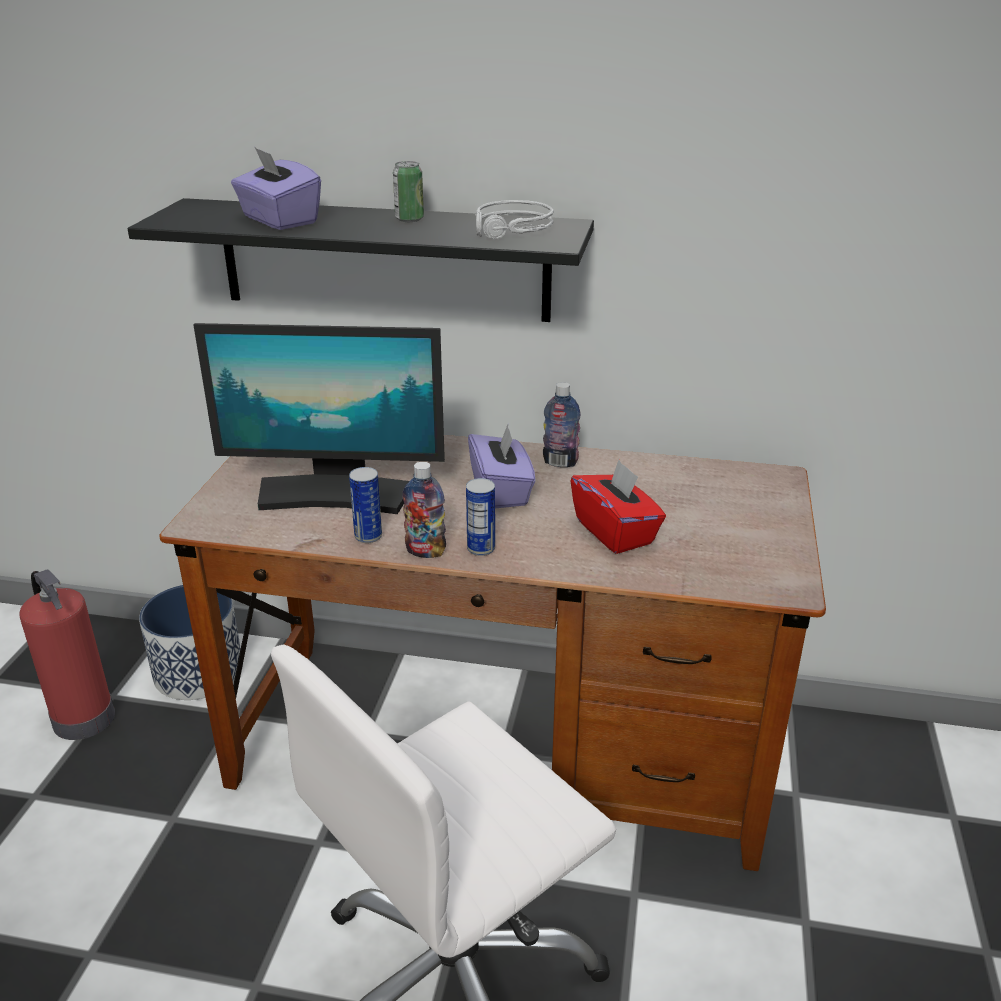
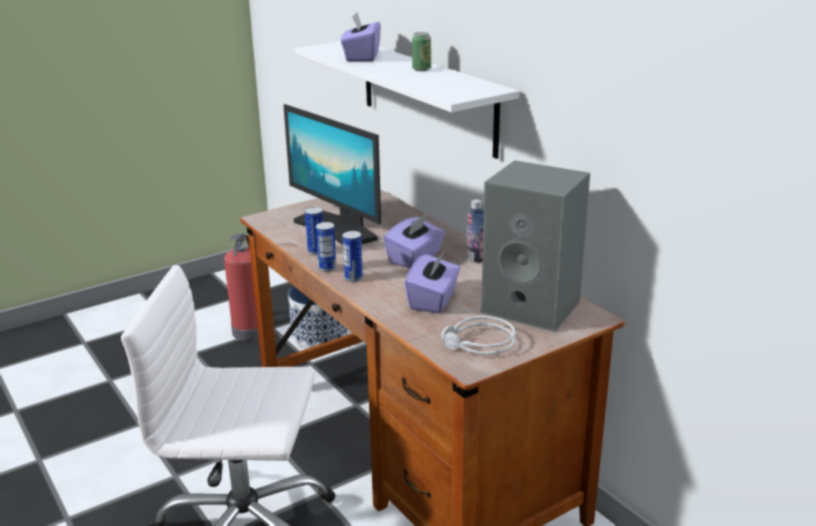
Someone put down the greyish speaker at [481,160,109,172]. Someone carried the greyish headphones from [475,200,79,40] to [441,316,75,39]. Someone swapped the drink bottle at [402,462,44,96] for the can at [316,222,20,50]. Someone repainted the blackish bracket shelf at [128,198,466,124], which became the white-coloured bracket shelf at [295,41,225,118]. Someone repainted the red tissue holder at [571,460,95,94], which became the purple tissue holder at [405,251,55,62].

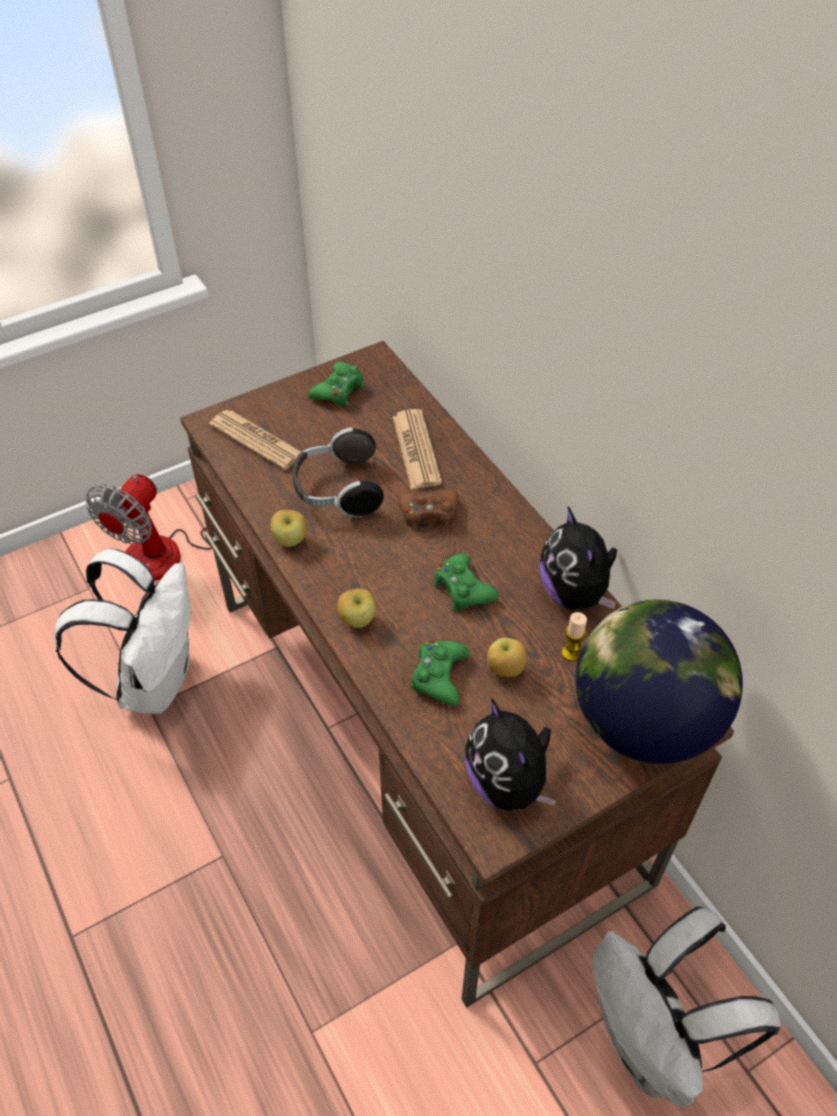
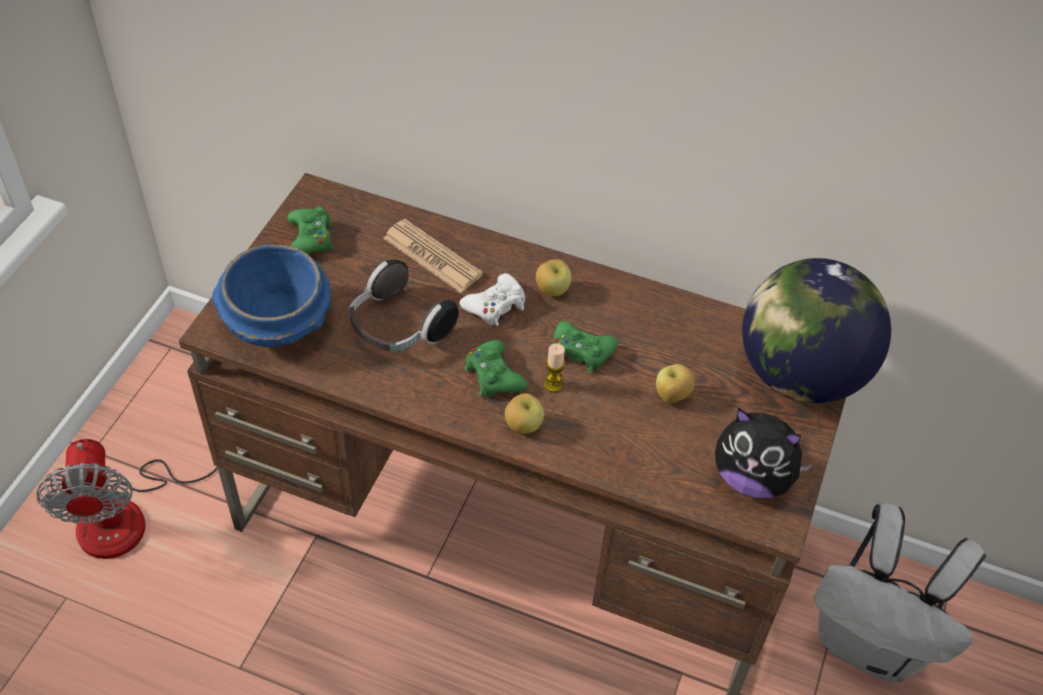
Someone took away the white-coloured backpack at [55,549,136,165]. Someone took away the plush toy at [539,506,78,104]. Someone carried the whole apple from [270,510,37,37] to [536,259,36,37]. Someone carried the greenish game controller from [410,640,60,66] to [464,340,64,57]. Someone carried the wax candle from [562,612,25,49] to [544,344,22,49]. Someone swapped the daily paper at [209,410,92,60] for the blue-coloured deep dish at [212,244,119,103]. Someone repainted the brownish game controller at [398,490,61,40], which became the white-coloured game controller at [459,273,66,54].

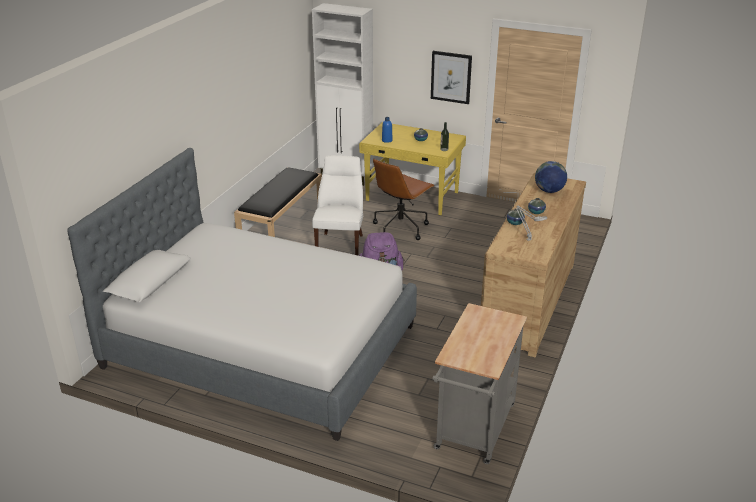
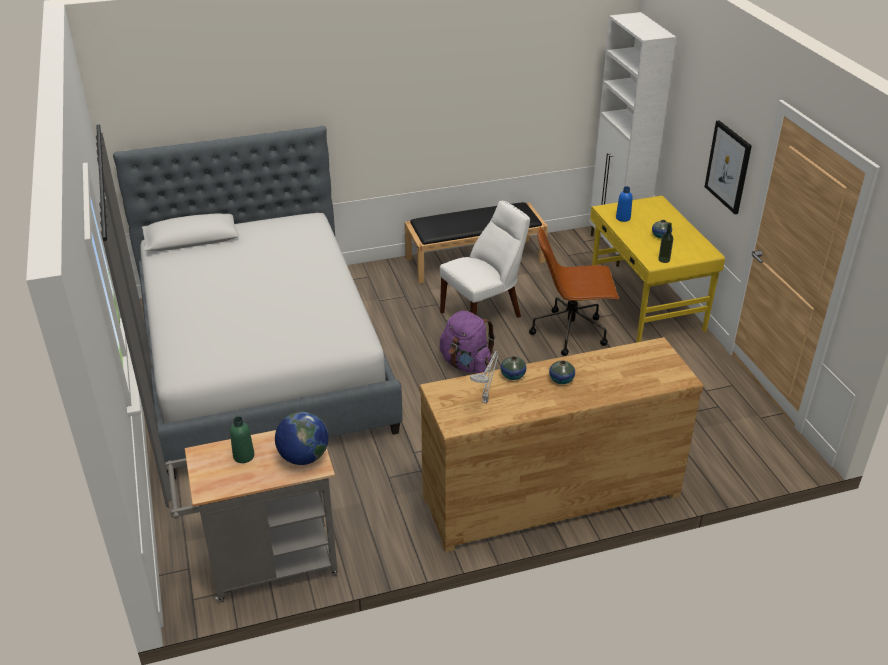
Someone put down the greenish drink bottle at [230,417,24,46]. Someone carried the world globe from [535,161,32,32] to [275,412,53,53].

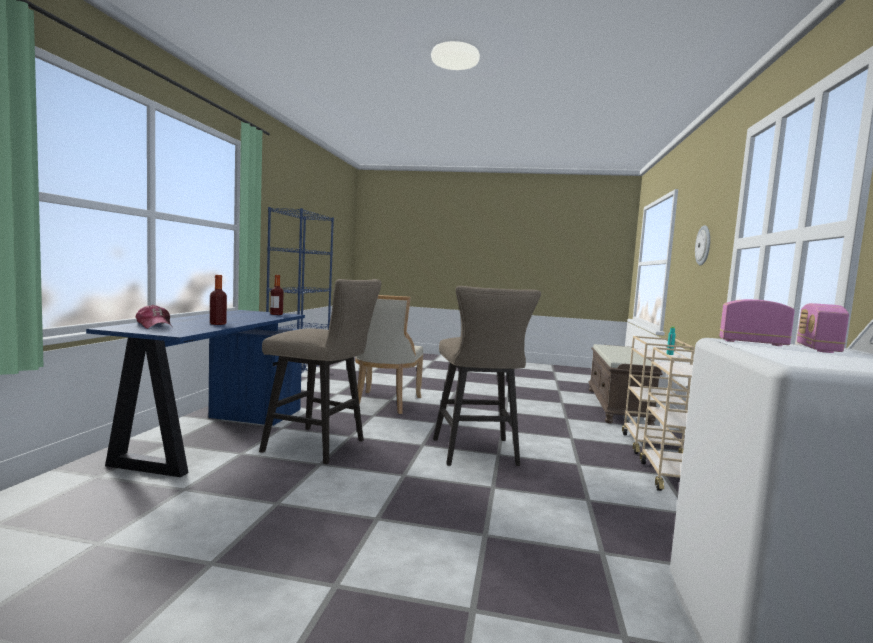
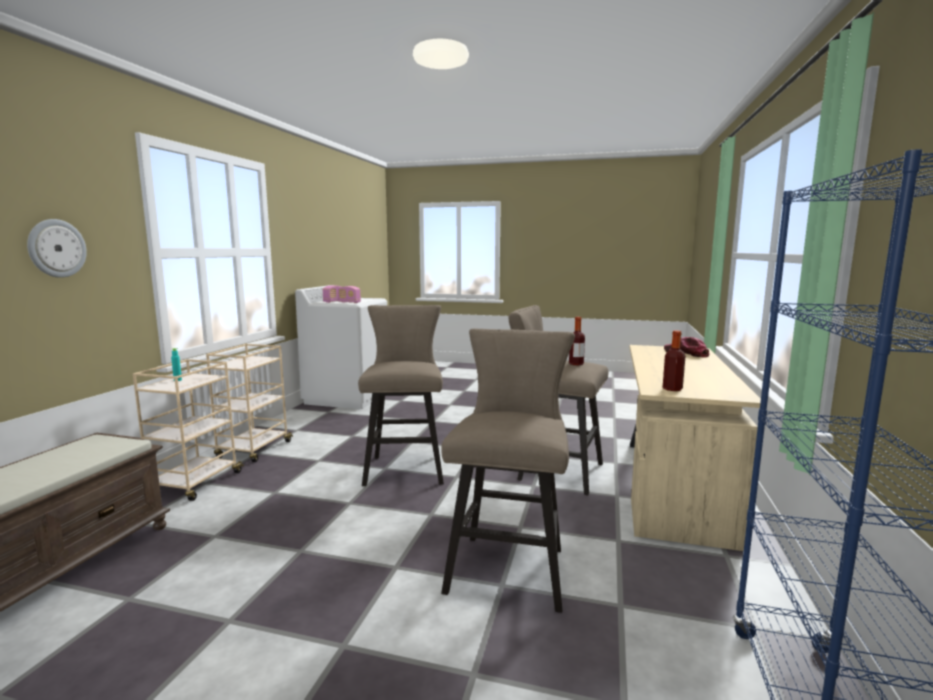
Someone carried the drink bottle from [210,275,17,50] to [569,317,16,48]. Someone swapped the sand-coloured upright chair at [355,295,68,119] for the sand-coloured stool seat at [441,329,134,284]. Someone repainted the blue-coloured desk table at [86,310,219,167], which became the sand-coloured desk table at [629,345,132,206].

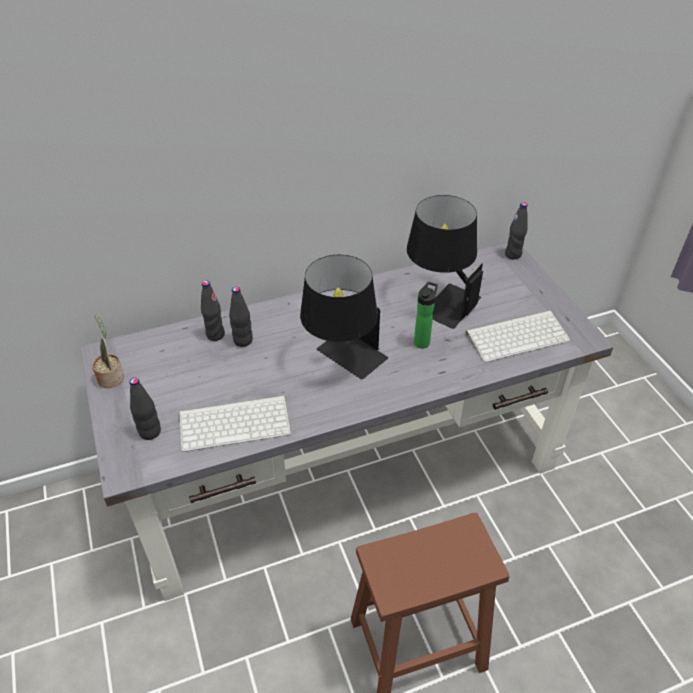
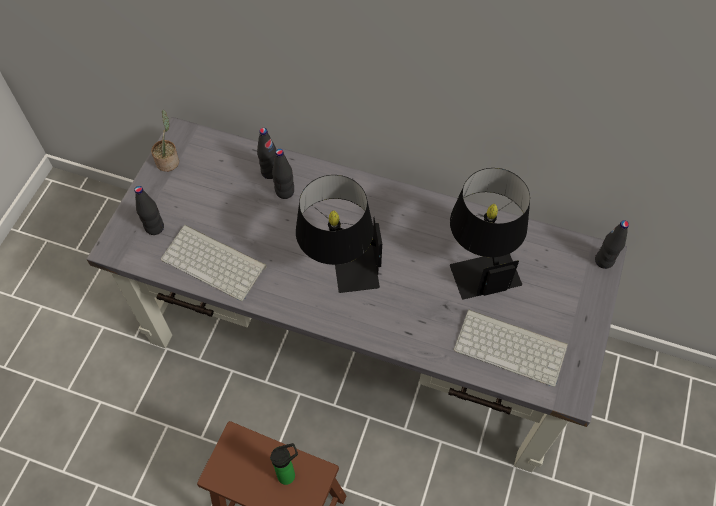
Someone carried the drink bottle from [414,282,24,67] to [270,443,28,42].

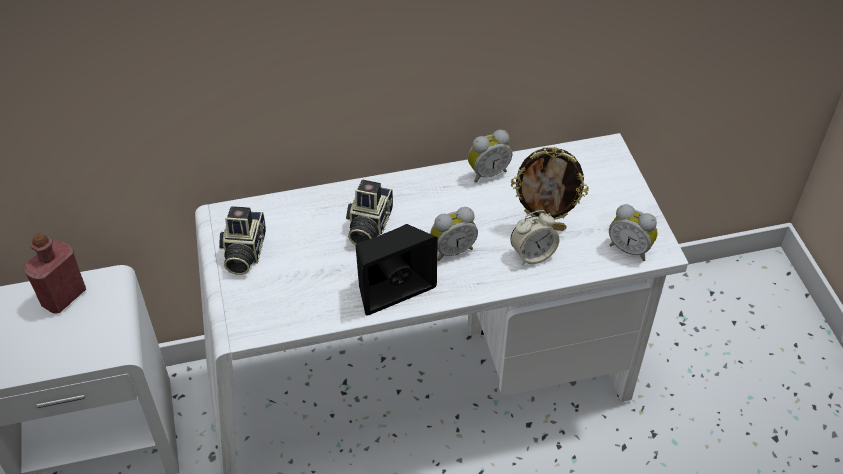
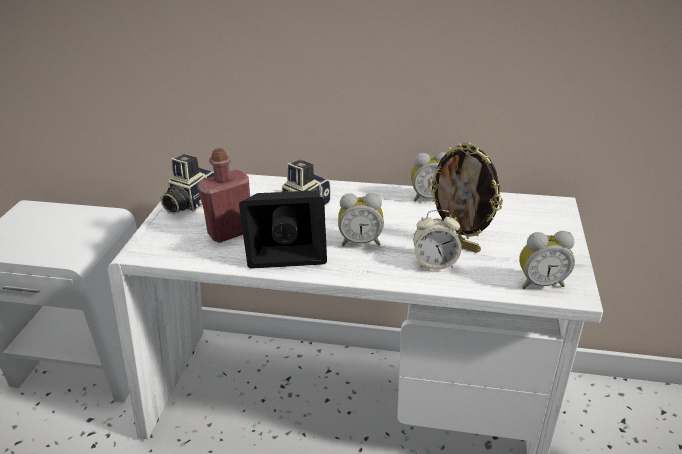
Someone carried the red drink bottle from [23,233,63,80] to [198,148,52,95]. Someone rotated the alarm clock at [609,204,49,57] by 60 degrees counterclockwise.

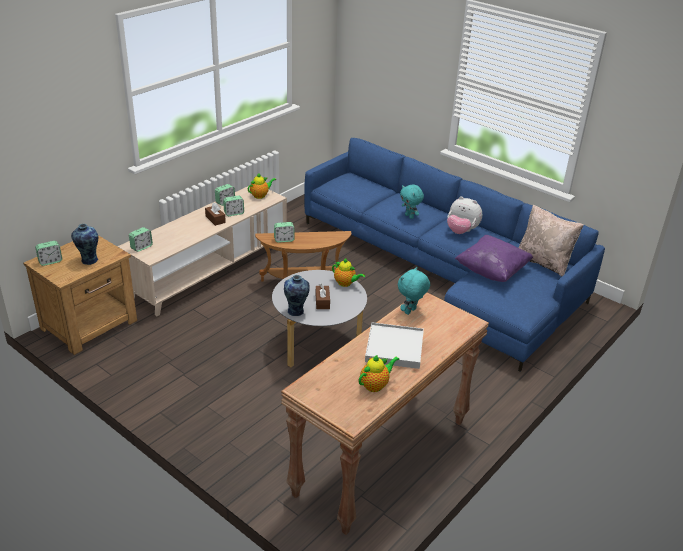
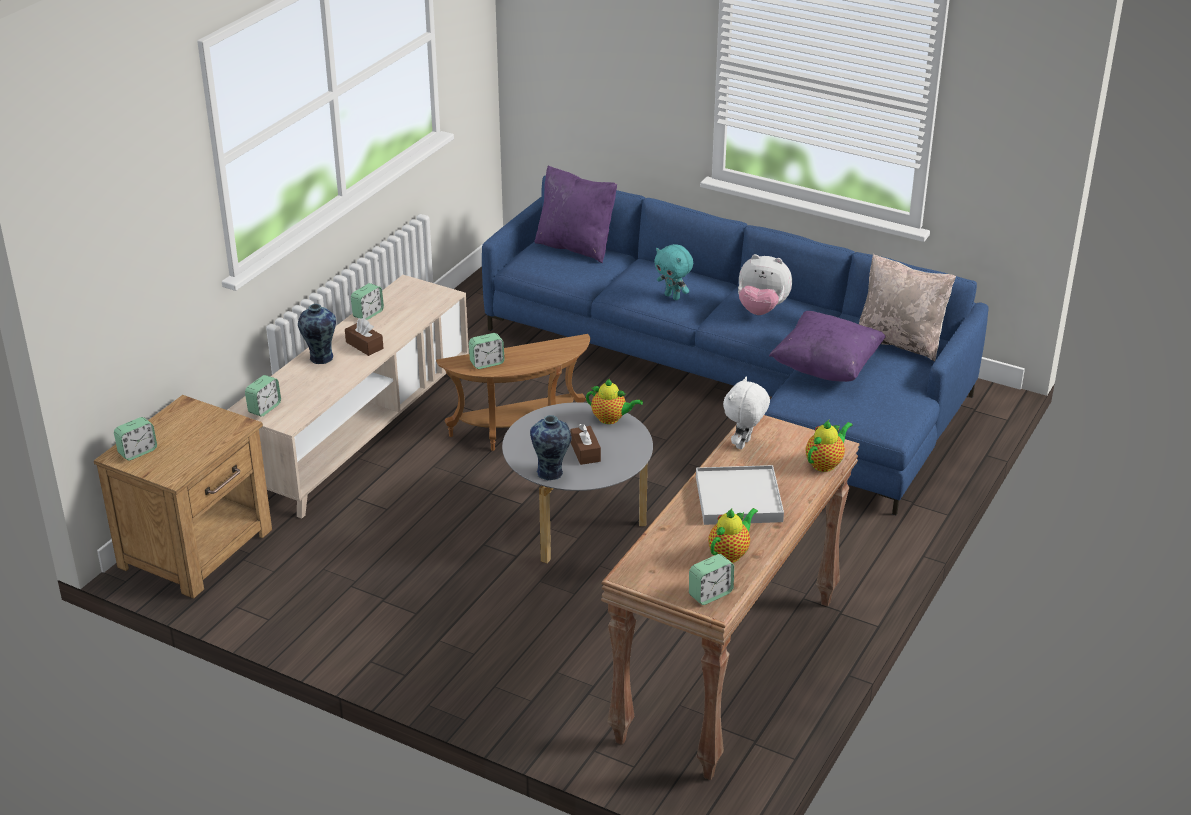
Someone put down the purple pillow at [534,165,83,98]. Someone carried the vase from [71,224,27,41] to [298,304,38,60]. Someone carried the alarm clock from [223,195,21,21] to [689,554,45,51]. Someone carried the teapot from [248,174,28,25] to [806,420,47,52]. Someone repainted the turquoise-coloured plush toy at [398,267,32,48], which became the white-coloured plush toy at [723,377,47,72].

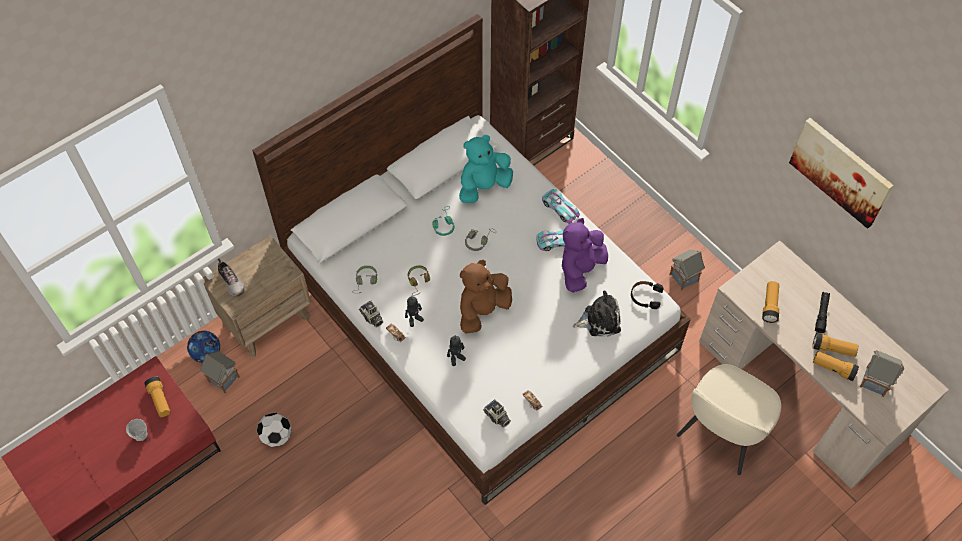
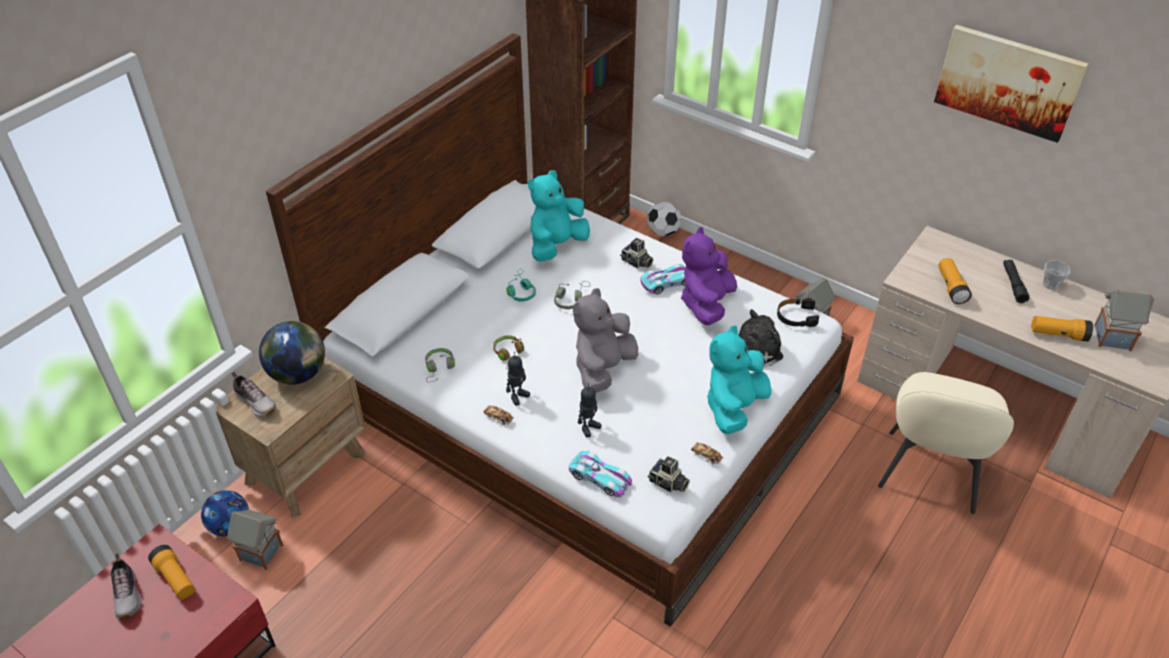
Someone took away the flashlight at [812,333,46,24]. Someone put down the item of footwear at [111,553,31,66]. Someone put down the world globe at [259,321,66,64]. Someone put down the turquoise-coloured plush toy at [707,325,64,109]. Someone carried the cup from [126,419,21,22] to [1043,260,28,30]. Someone carried the football ball from [257,413,35,34] to [647,202,34,34]. Someone carried the still camera from [359,300,24,27] to [620,238,33,30]. Someone carried the miniature car from [542,189,38,35] to [569,451,63,46]. Someone repainted the brownish plush toy at [460,260,52,73], which became the greyish plush toy at [573,288,65,105].

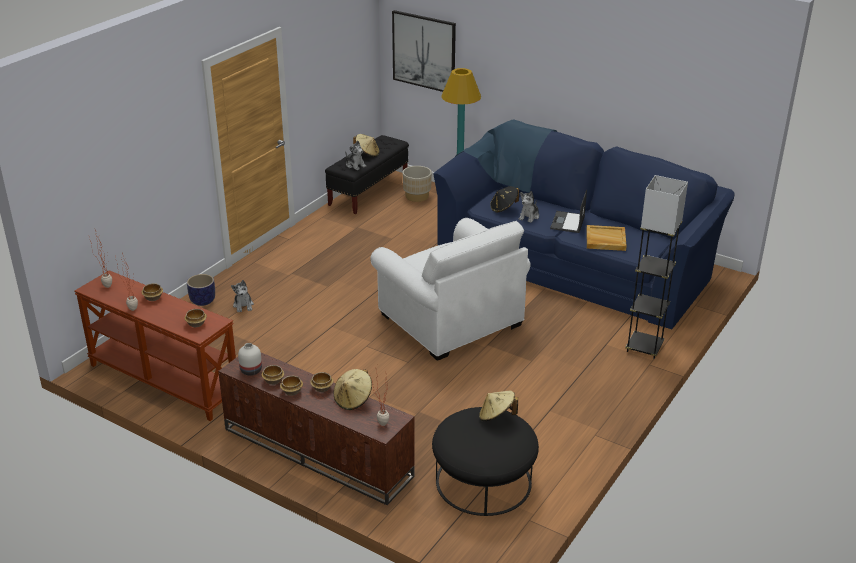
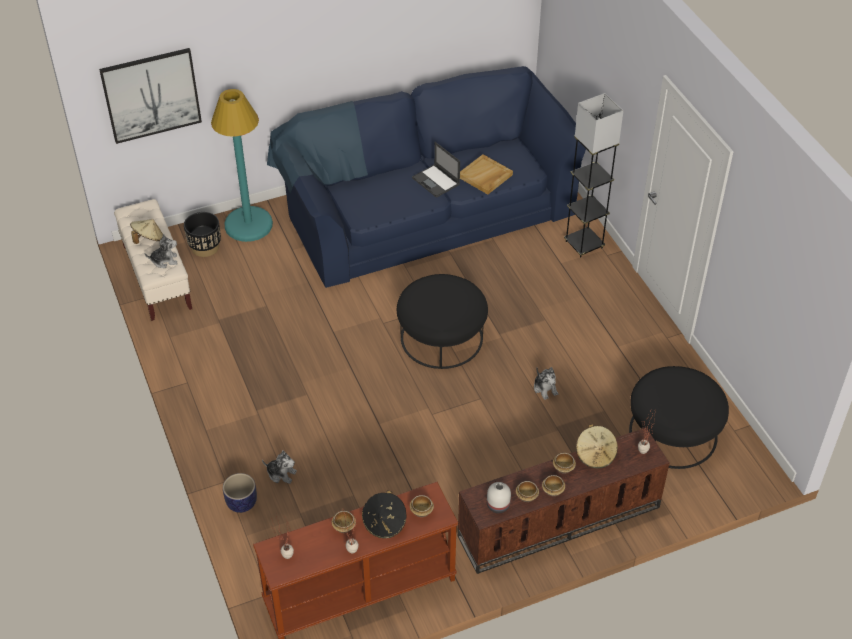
Someone took away the sand-coloured hat at [479,391,39,30]. Someone carried the blackish hat from [490,186,29,26] to [362,491,44,47]. Someone carried the plush toy from [519,191,20,32] to [534,367,24,33]. Someone swapped the white-coloured armchair at [370,218,161,143] for the blackish pouffe at [397,274,91,95]. Someone repainted the blackish indoor bench at [325,135,84,79], which became the sand-coloured indoor bench at [114,199,78,122]. Someone repainted the sand-coloured plant pot at [403,166,29,36], which became the blackish plant pot at [184,212,37,45].

